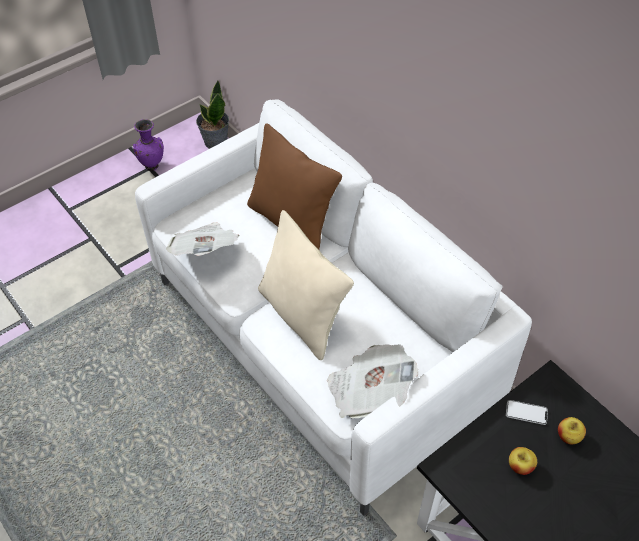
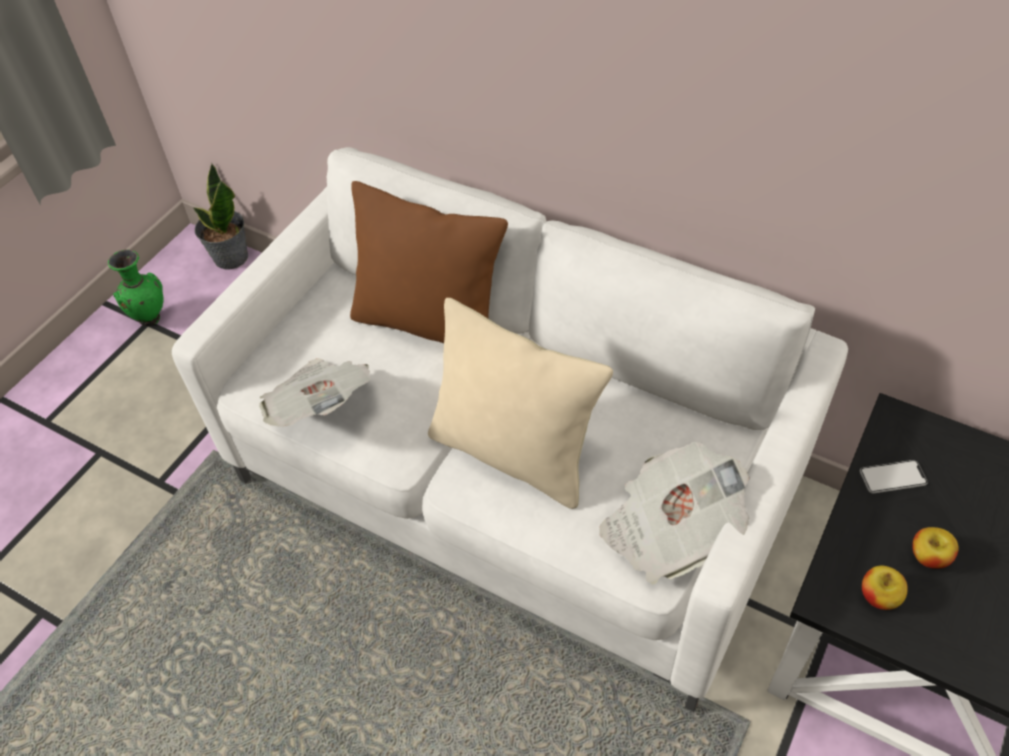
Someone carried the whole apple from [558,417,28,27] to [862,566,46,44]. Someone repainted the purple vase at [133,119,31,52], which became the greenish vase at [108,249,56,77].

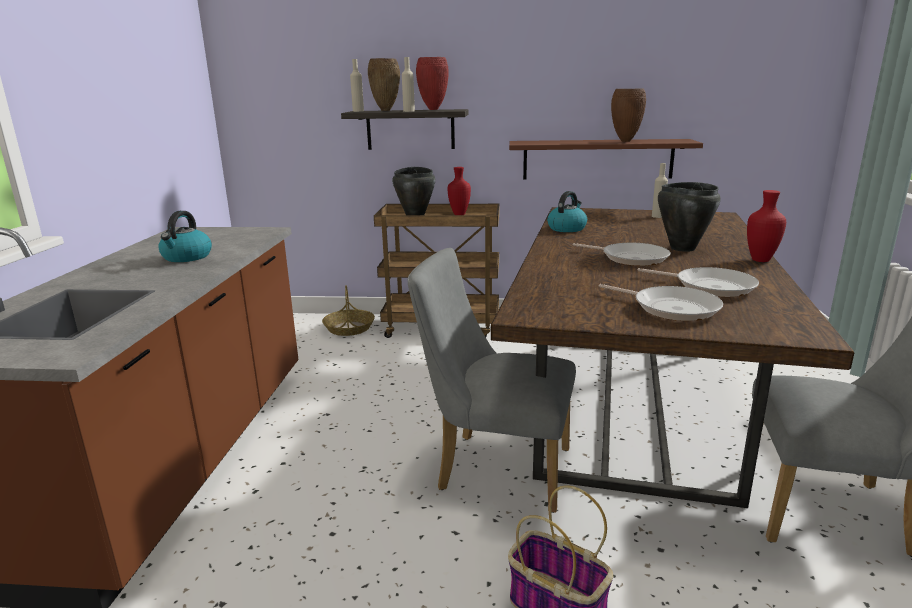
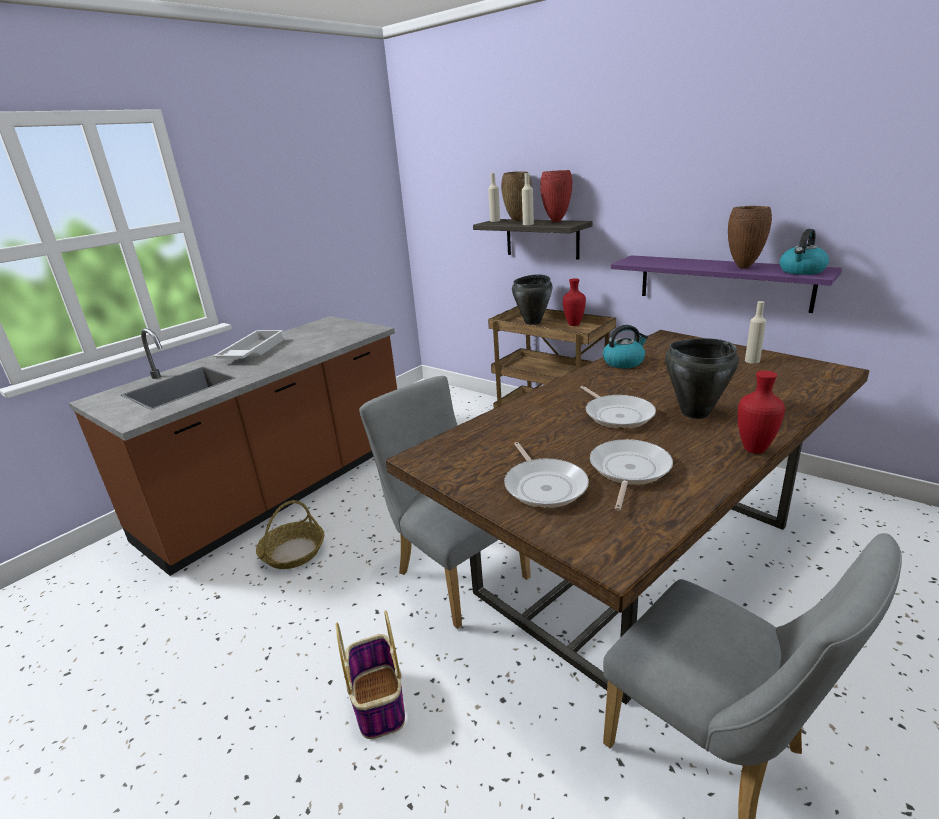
Someone put down the white-coloured tray at [213,330,70,29]. Someone carried the kettle from [158,211,54,51] to [780,229,49,46]. Someone carried the household basket from [322,285,53,51] to [256,500,68,69]. Someone repainted the brownish bracket shelf at [509,139,194,40], which became the purple bracket shelf at [611,255,231,58]. Someone rotated the skillet at [638,267,121,30] by 135 degrees counterclockwise.

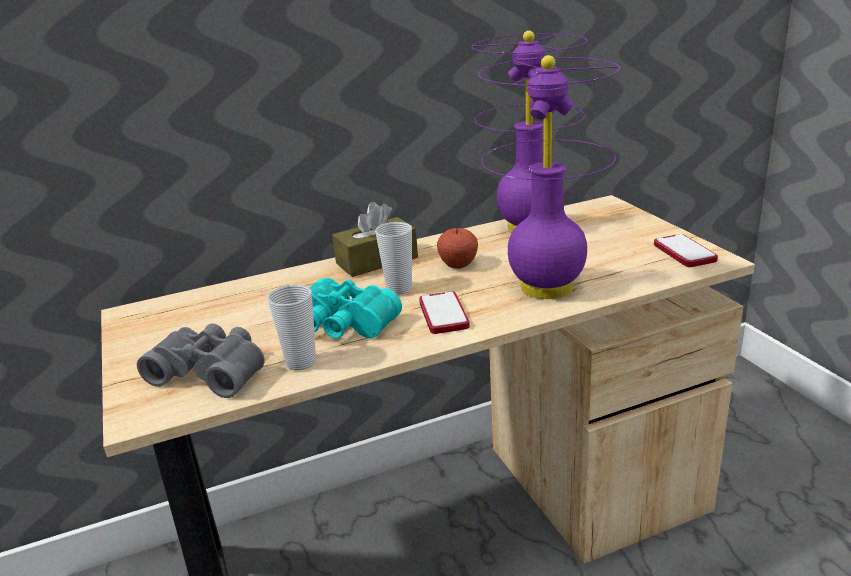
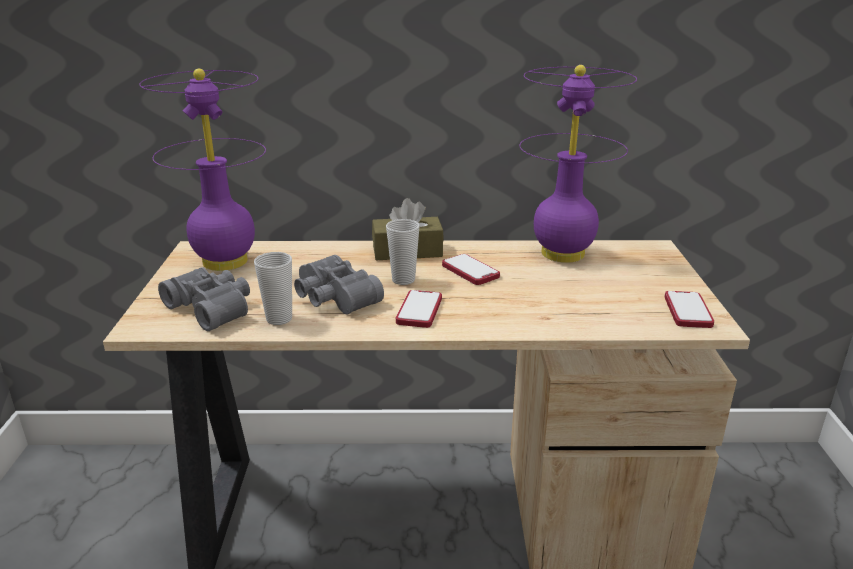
Someone carried the purple tabletop lamp from [478,55,142,244] to [139,69,127,202]. Someone swapped the whole apple at [437,228,41,41] for the telephone at [442,254,58,31]. Someone repainted the turquoise-coloured field glasses at [310,278,92,60], which became the greyish field glasses at [294,255,90,59].

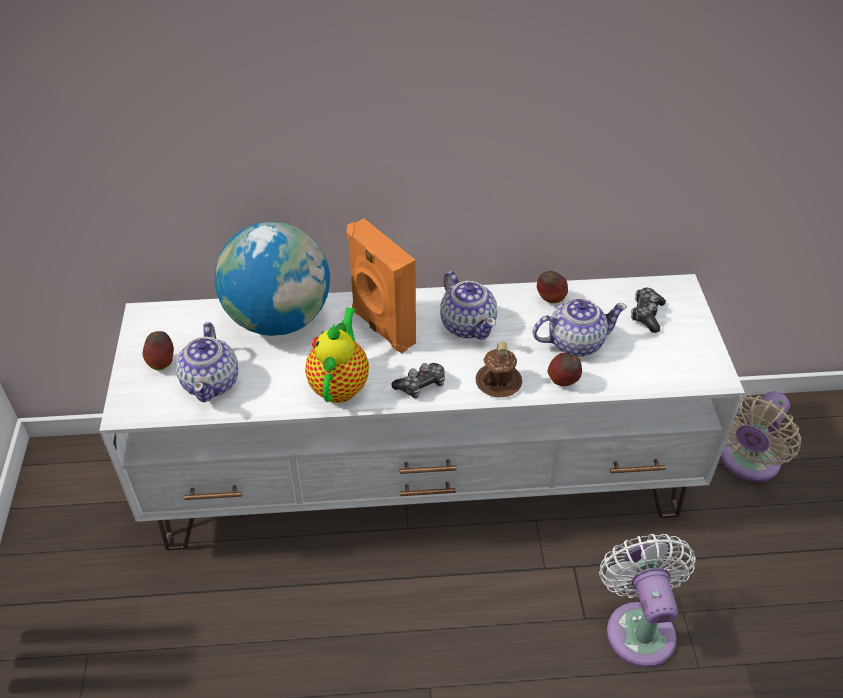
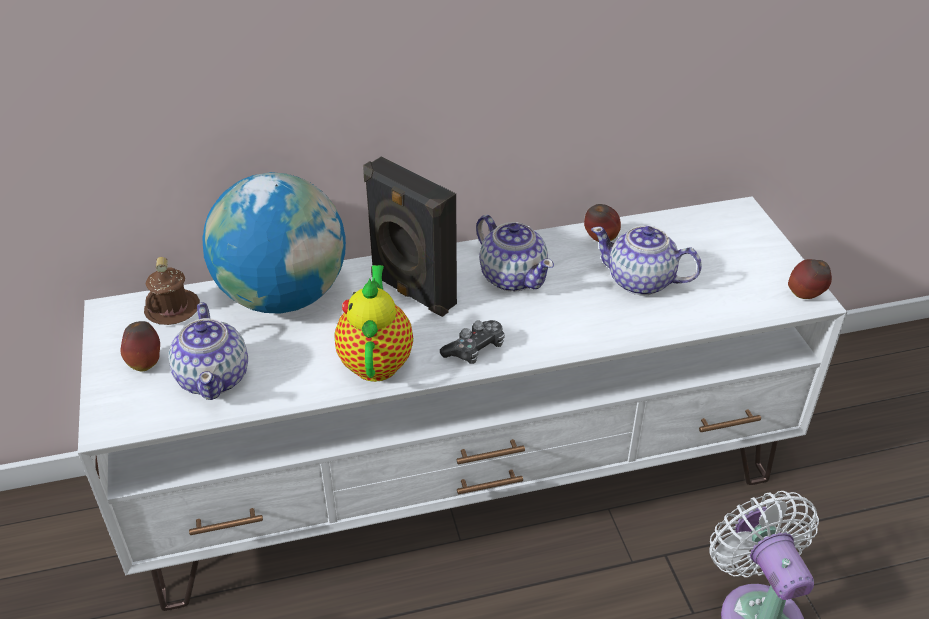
Someone took away the game controller at [631,288,35,45]. Someone took away the sand-coloured fan at [721,391,80,91]. Someone carried the brownish coffee mug from [476,342,46,55] to [144,257,56,68]. Someone carried the whole apple from [548,353,34,33] to [788,259,44,40]. Someone repainted the orange-coloured speaker at [347,218,69,135], which became the blackish speaker at [363,157,94,160]. Someone rotated the teapot at [533,298,94,58] by 135 degrees counterclockwise.

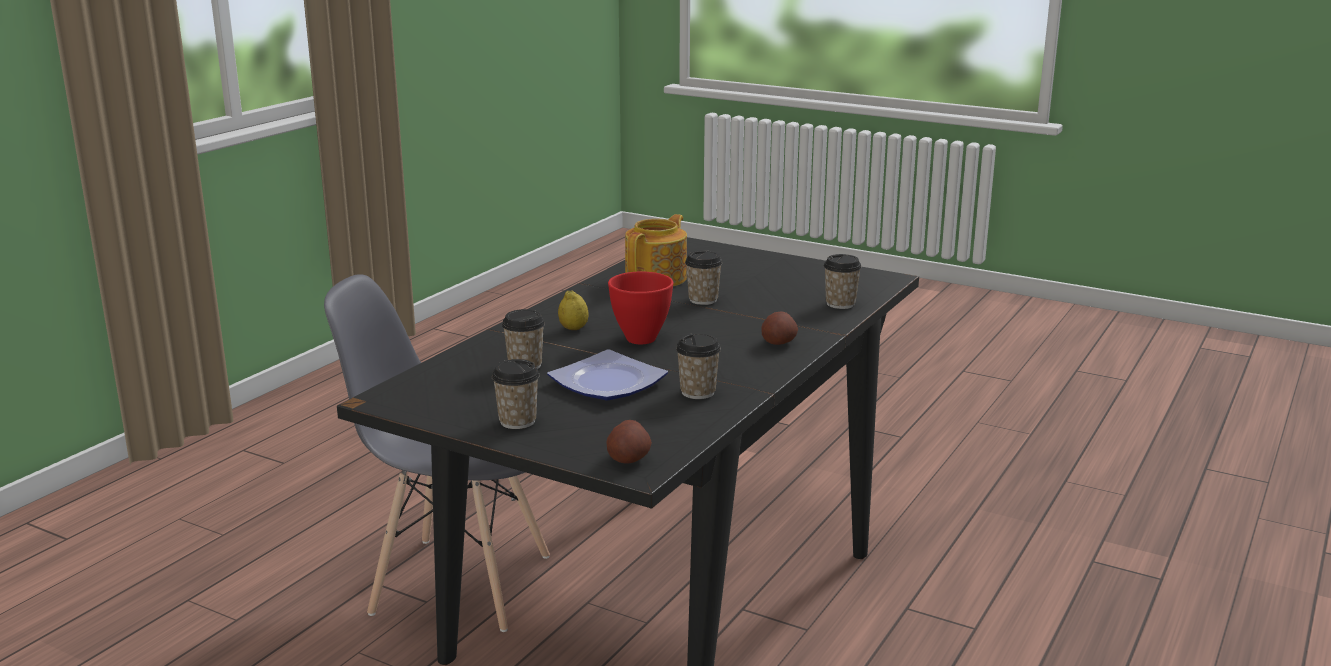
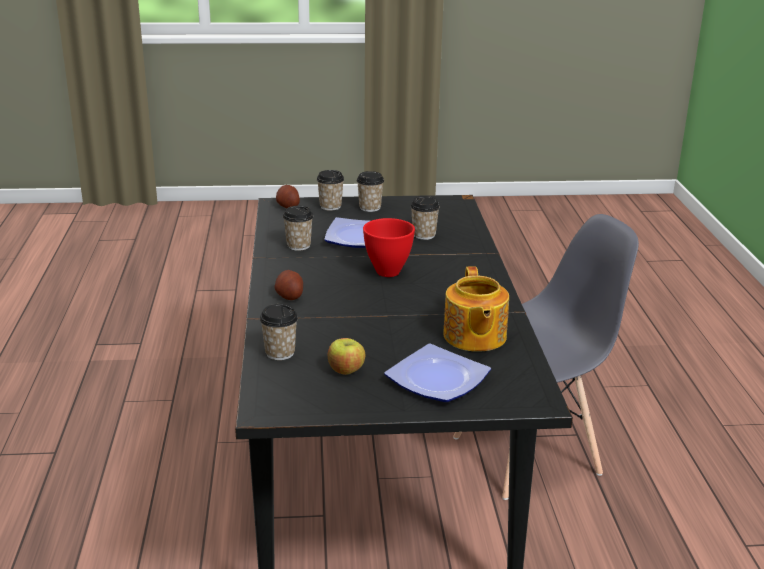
Someone took away the lemon at [558,290,31,40]. Someone put down the whole apple at [328,338,37,37]. Someone put down the dinner plate at [384,344,107,58]. Someone carried the cup from [685,250,38,55] to [317,170,27,41].

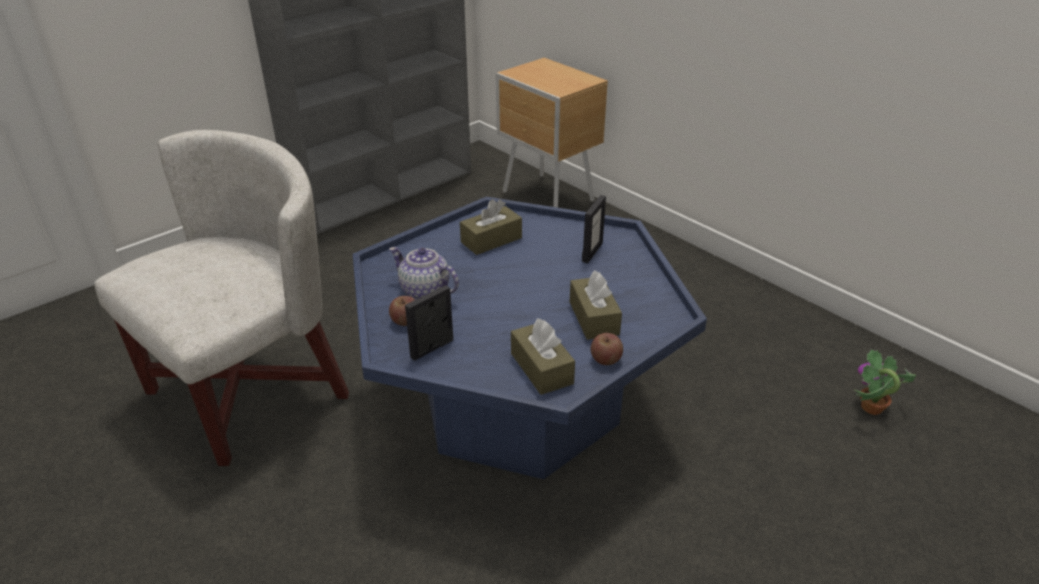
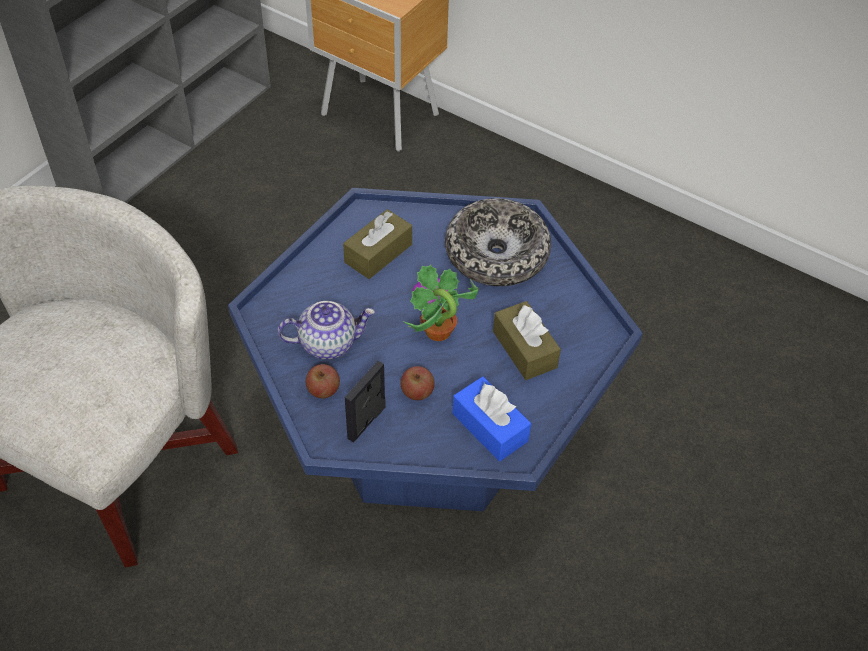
Someone carried the whole apple from [591,333,32,32] to [400,366,35,34]. Someone carried the plant in a pot from [854,350,62,65] to [403,264,76,77]. Someone swapped the photo frame at [582,195,24,68] for the deep dish at [445,198,106,88]. Someone repainted the brownish tissue holder at [511,318,64,77], which became the blue-coloured tissue holder at [453,376,78,85]. Someone rotated the teapot at [389,247,70,53] by 150 degrees clockwise.

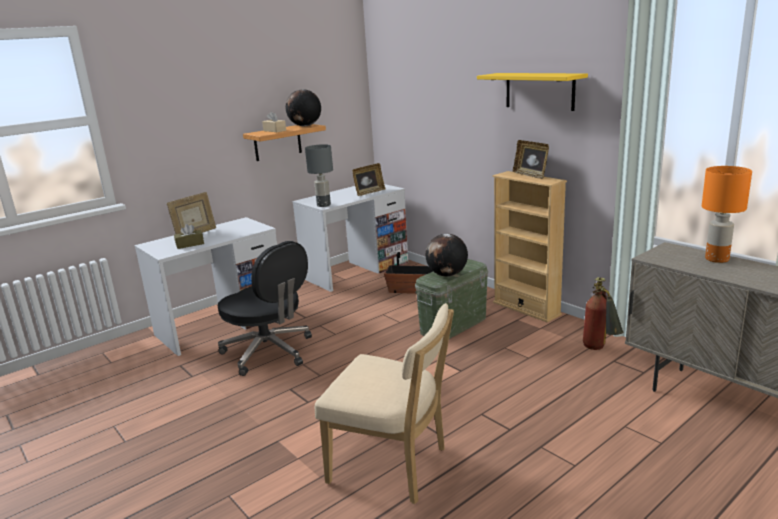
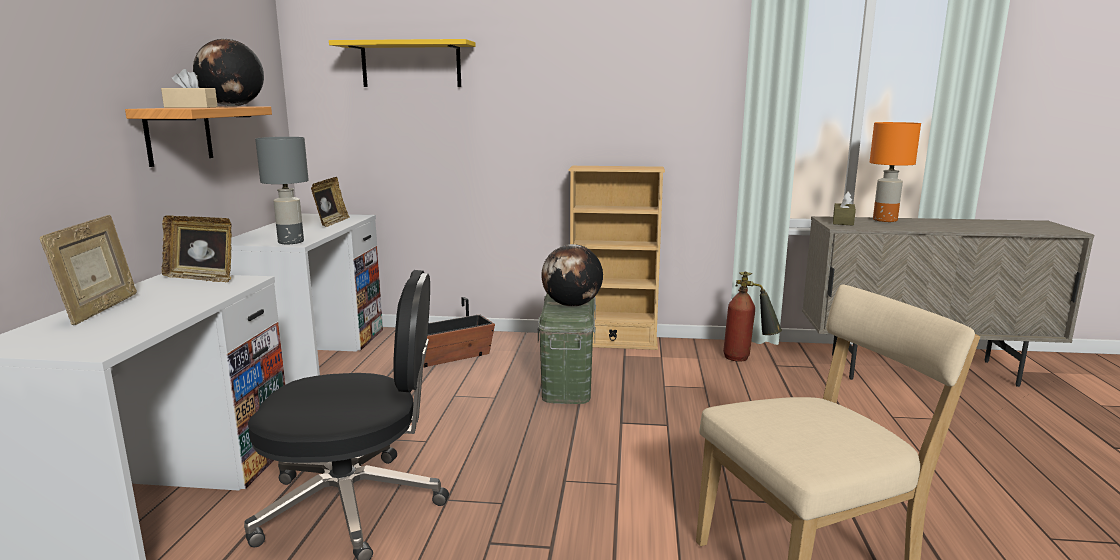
Someone carried the brownish tissue holder from [174,224,30,25] to [833,192,23,34]. Someone carried the yellowish bracket shelf from [477,73,111,38] to [329,39,147,48]. Someone carried the photo frame from [513,140,36,39] to [162,215,70,68].

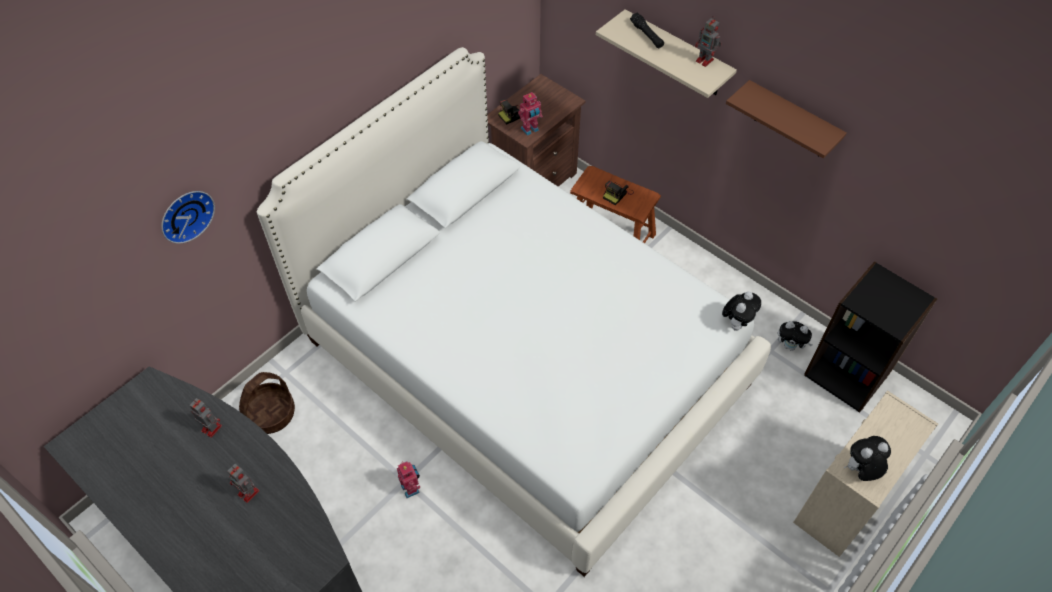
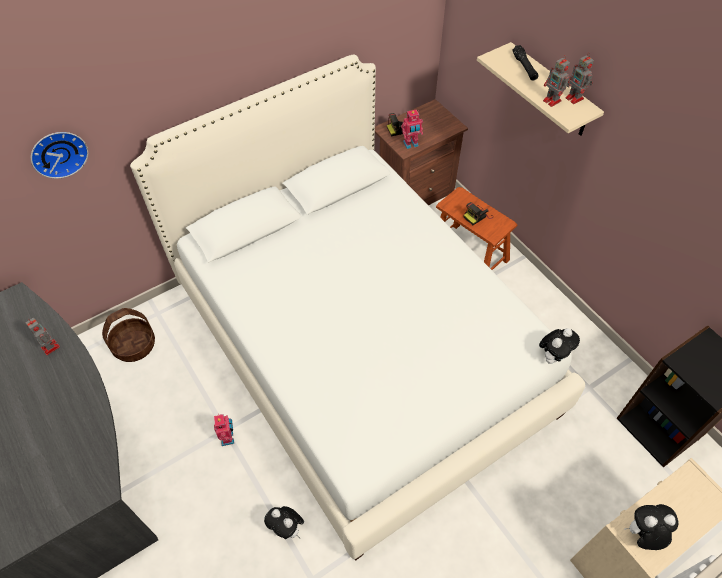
Someone took away the brownish bracket shelf at [726,80,121,78]. Someone carried the toy robot from [227,464,32,39] to [543,55,27,52]. Someone carried the plush toy from [778,321,34,30] to [264,506,40,33].

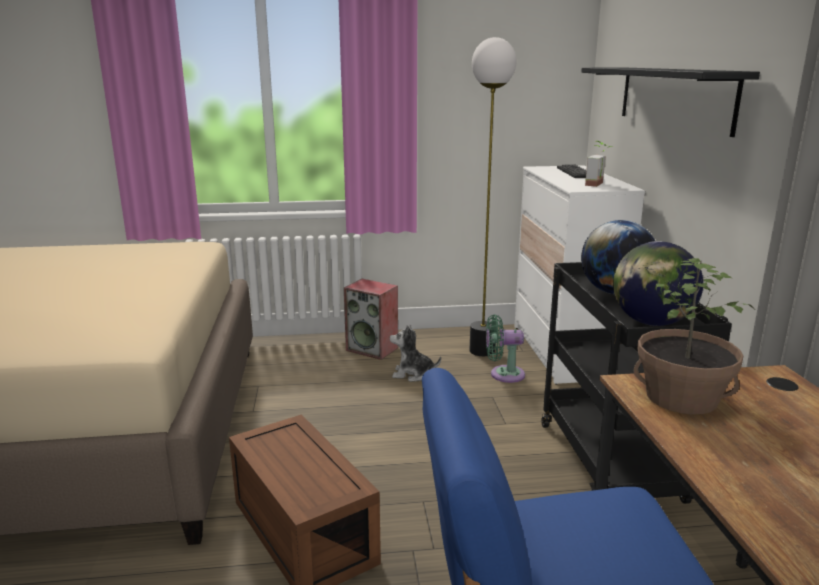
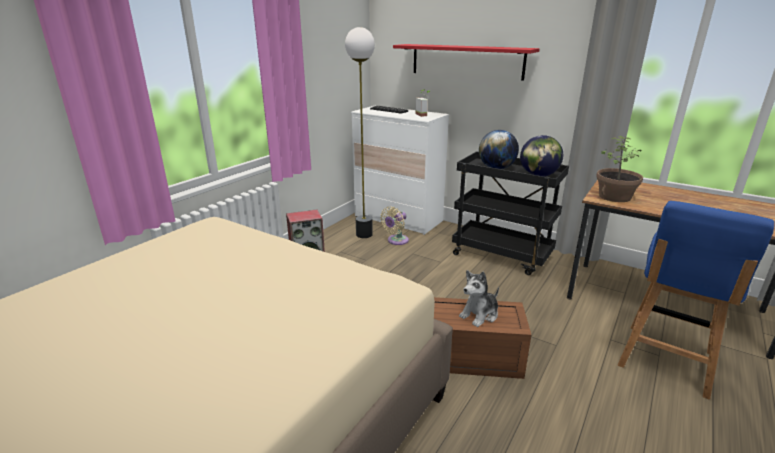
Someone carried the plush toy from [390,325,51,57] to [459,270,40,57]. Someone repainted the greenish fan at [486,315,39,68], which became the sand-coloured fan at [380,206,29,39]. Someone repainted the blackish bracket shelf at [581,67,179,70], which became the red bracket shelf at [393,44,147,37].

